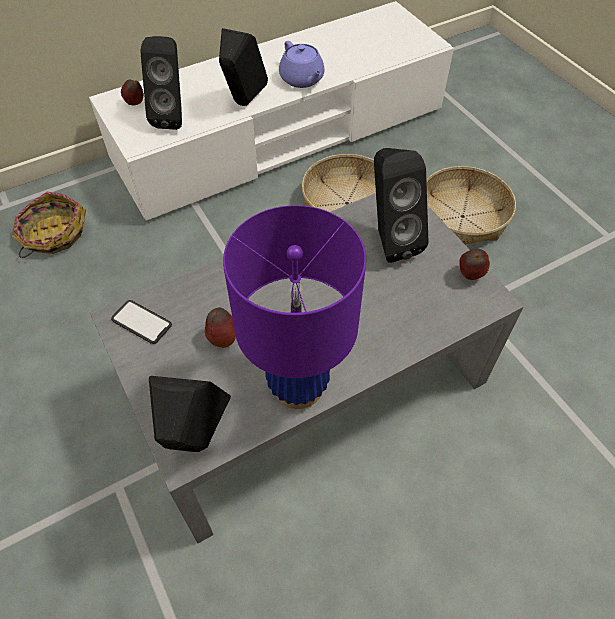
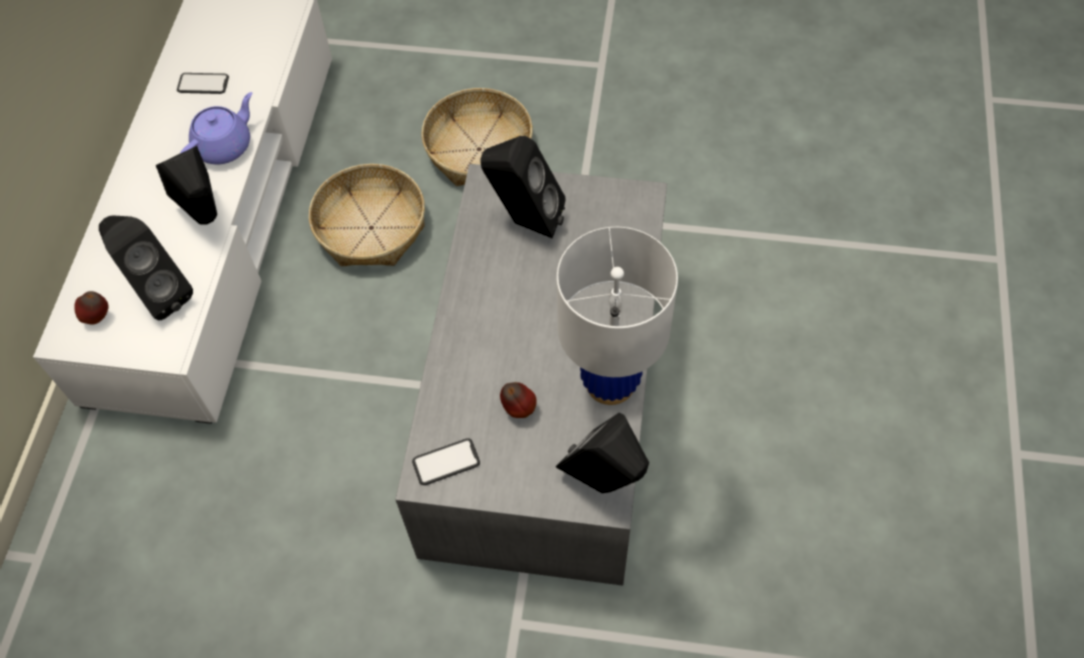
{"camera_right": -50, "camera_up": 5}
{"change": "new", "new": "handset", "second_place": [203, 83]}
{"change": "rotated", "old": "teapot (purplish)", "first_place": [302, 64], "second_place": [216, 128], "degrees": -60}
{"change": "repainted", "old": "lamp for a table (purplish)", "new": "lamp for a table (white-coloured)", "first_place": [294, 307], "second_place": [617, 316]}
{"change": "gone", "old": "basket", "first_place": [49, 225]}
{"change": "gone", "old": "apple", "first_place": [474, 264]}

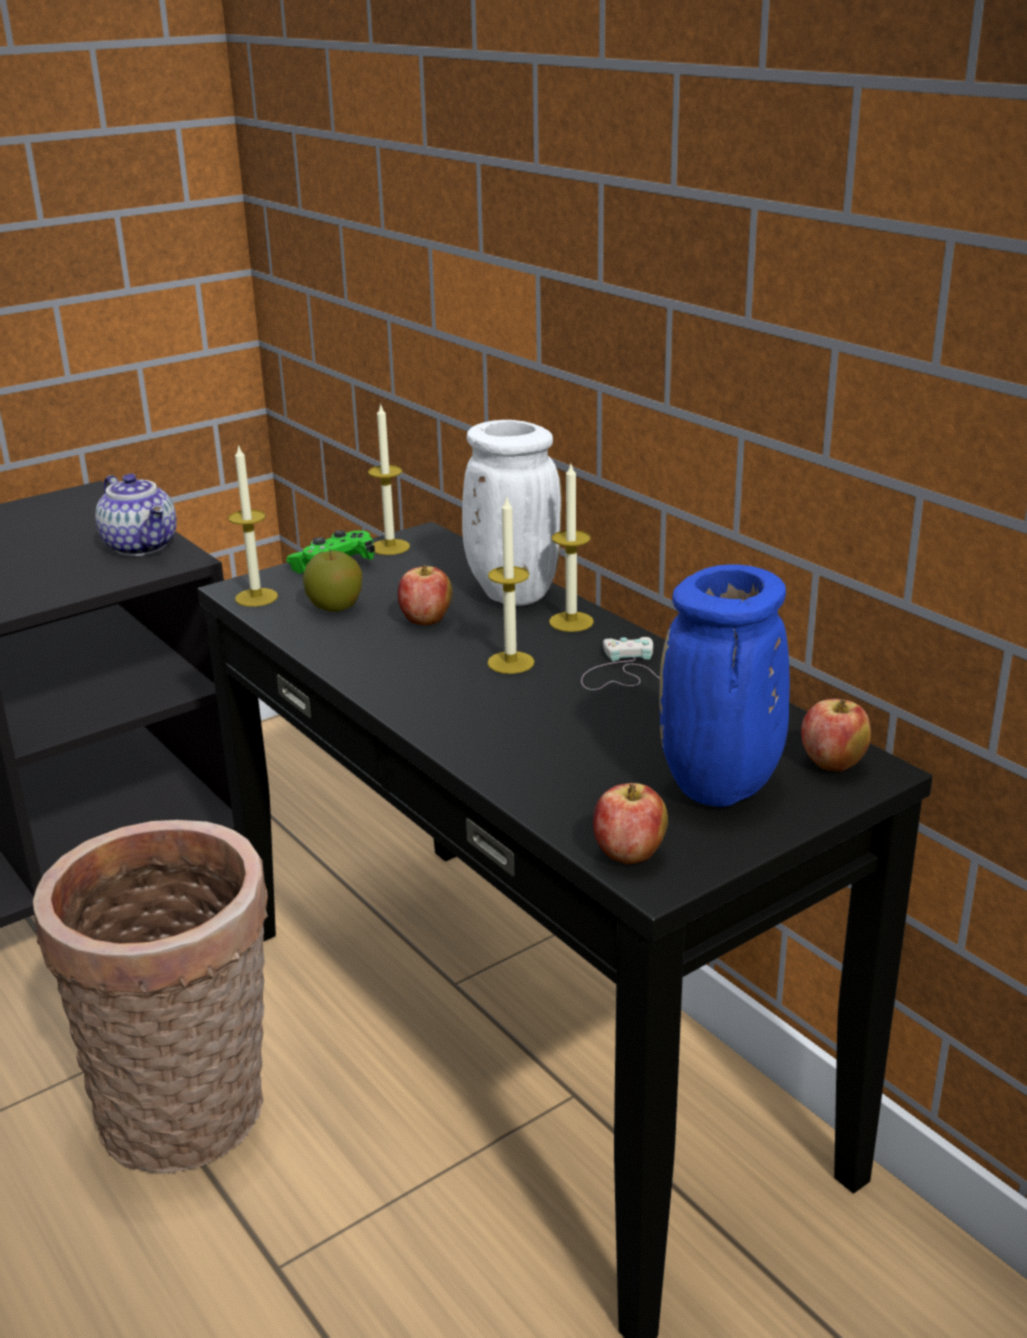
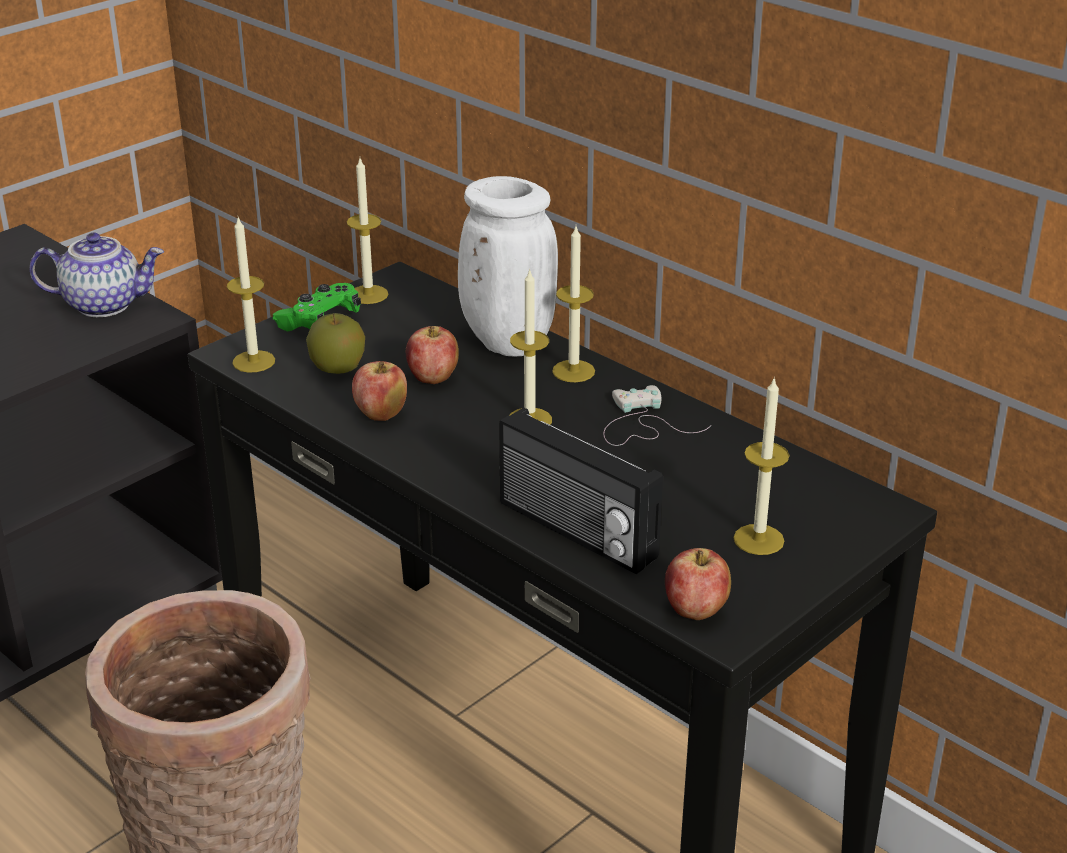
{"camera_right": -10, "camera_up": 5}
{"change": "rotated", "old": "teapot", "first_place": [136, 515], "second_place": [96, 275], "degrees": -45}
{"change": "shifted", "old": "apple", "first_place": [836, 735], "second_place": [379, 391]}
{"change": "new", "new": "radio set", "second_place": [581, 491]}
{"change": "swapped", "old": "flower vase (blue-coloured)", "new": "candle", "first_place": [724, 685], "second_place": [761, 466]}

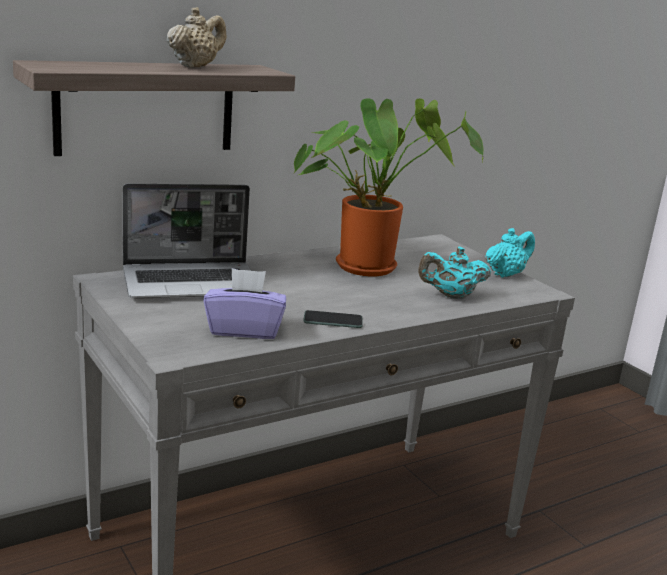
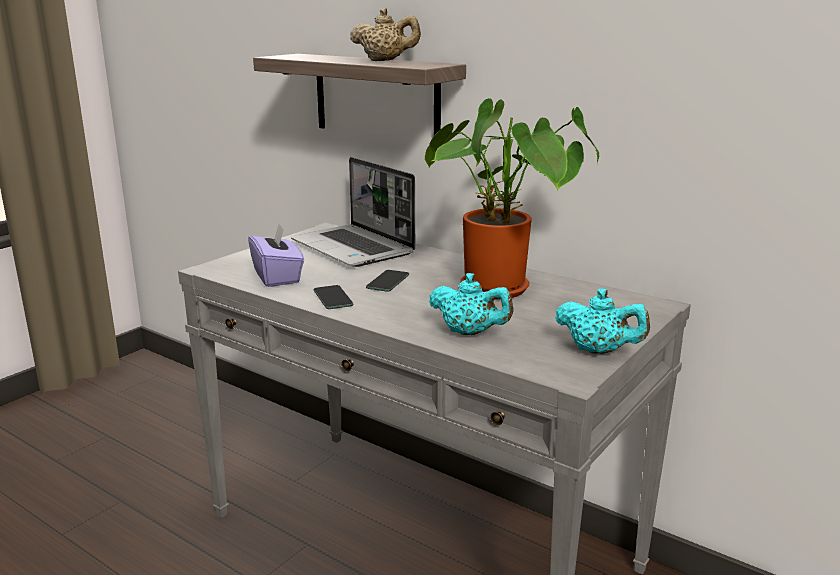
{"camera_right": 70, "camera_up": 0}
{"change": "new", "new": "handset", "second_place": [387, 281]}
{"change": "rotated", "old": "teapot (turquoise-coloured)", "first_place": [454, 273], "second_place": [471, 304], "degrees": 150}

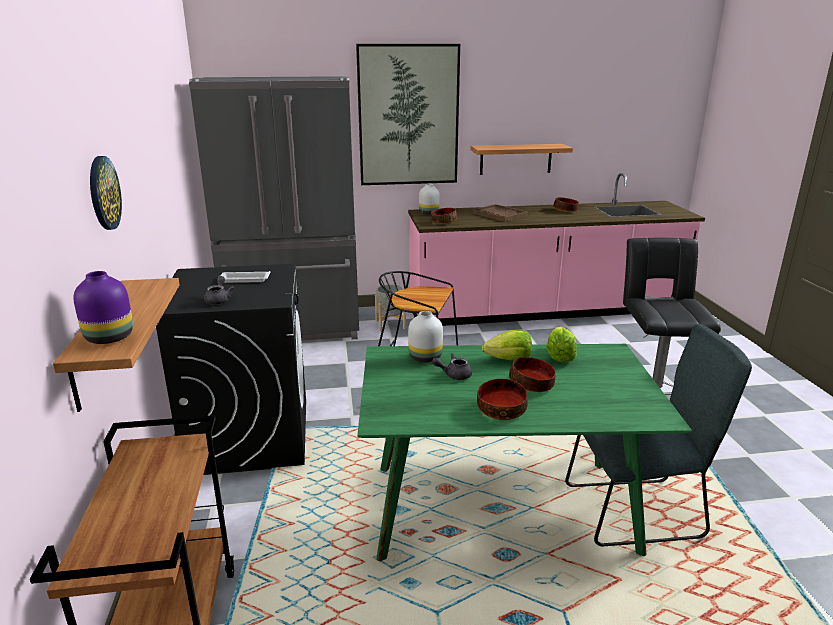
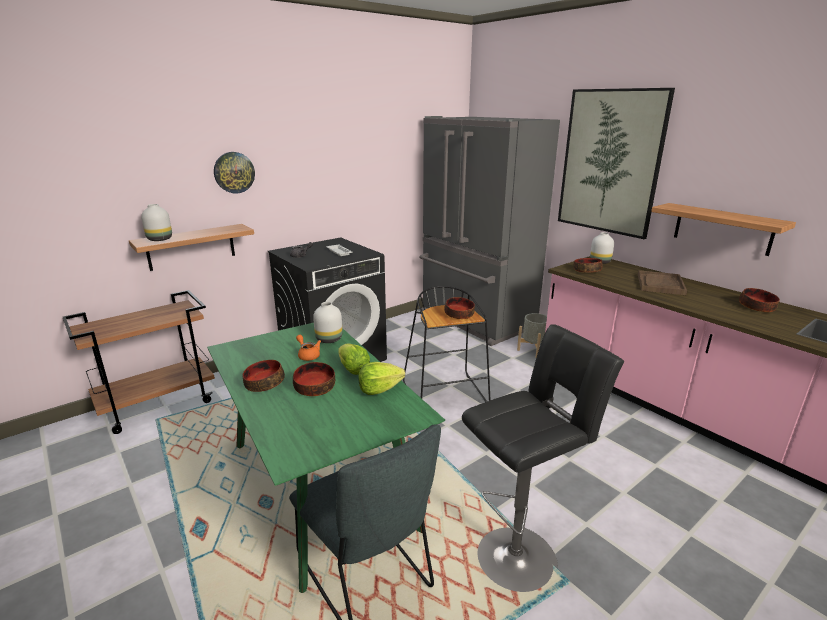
{"camera_right": 60, "camera_up": 0}
{"change": "repainted", "old": "flower vase (purplish)", "new": "flower vase (white-coloured)", "first_place": [103, 307], "second_place": [156, 222]}
{"change": "repainted", "old": "teapot (grey)", "new": "teapot (orange)", "first_place": [452, 366], "second_place": [308, 348]}
{"change": "new", "new": "bowl", "second_place": [459, 308]}

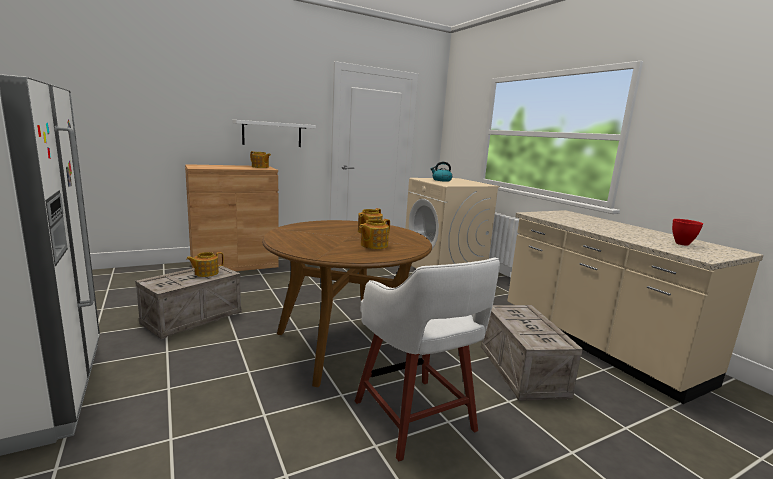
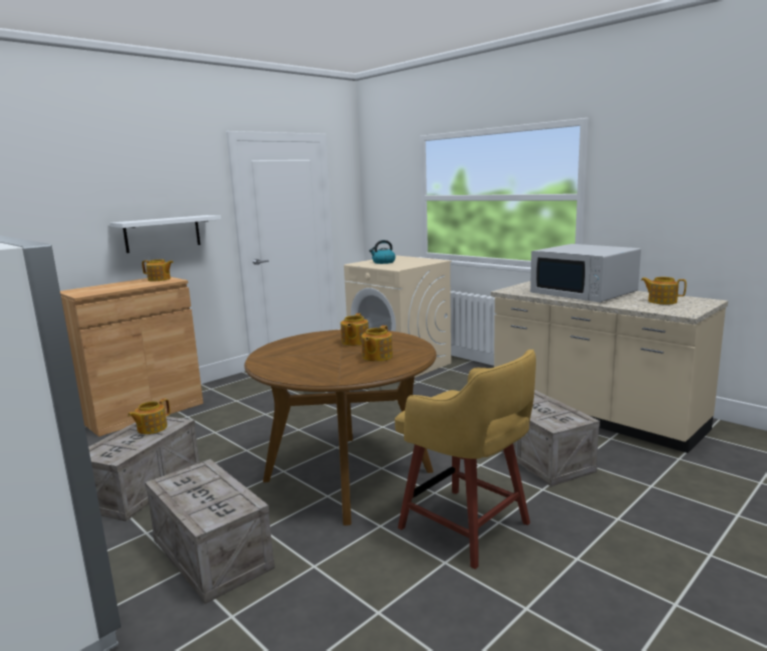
{"camera_right": -15, "camera_up": 0}
{"change": "new", "new": "crate", "second_place": [210, 531]}
{"change": "repainted", "old": "stool (white-coloured)", "new": "stool (yellowish)", "first_place": [427, 359], "second_place": [465, 459]}
{"change": "new", "new": "kitchen microwave (white-coloured)", "second_place": [585, 273]}
{"change": "swapped", "old": "bowl (reddish)", "new": "teapot", "first_place": [687, 232], "second_place": [663, 290]}

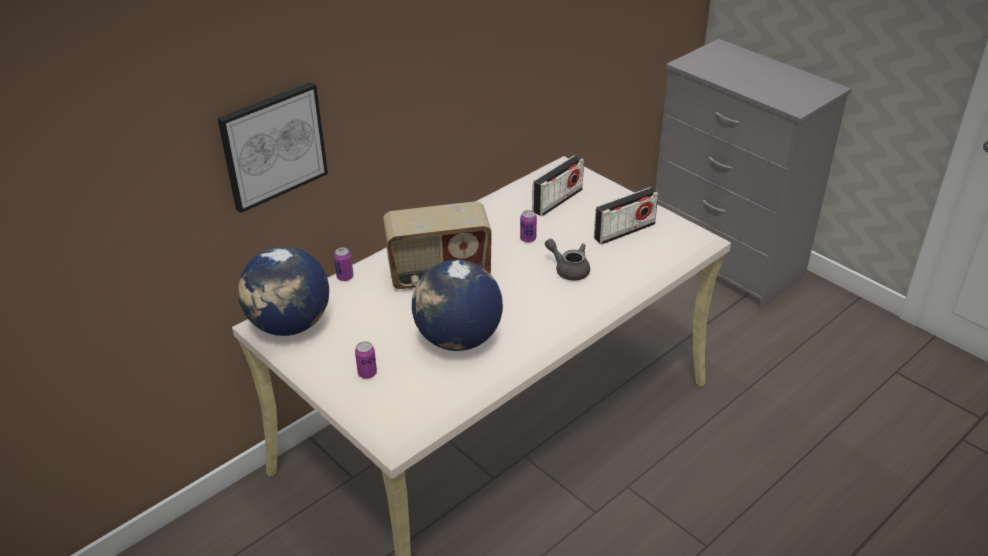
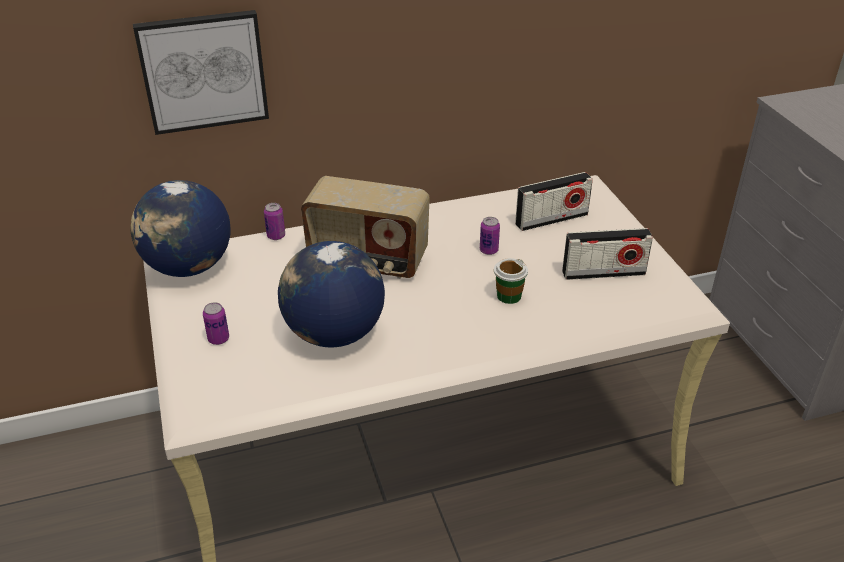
{"camera_right": 25, "camera_up": 0}
{"change": "swapped", "old": "teapot (grey)", "new": "cup", "first_place": [567, 260], "second_place": [511, 281]}

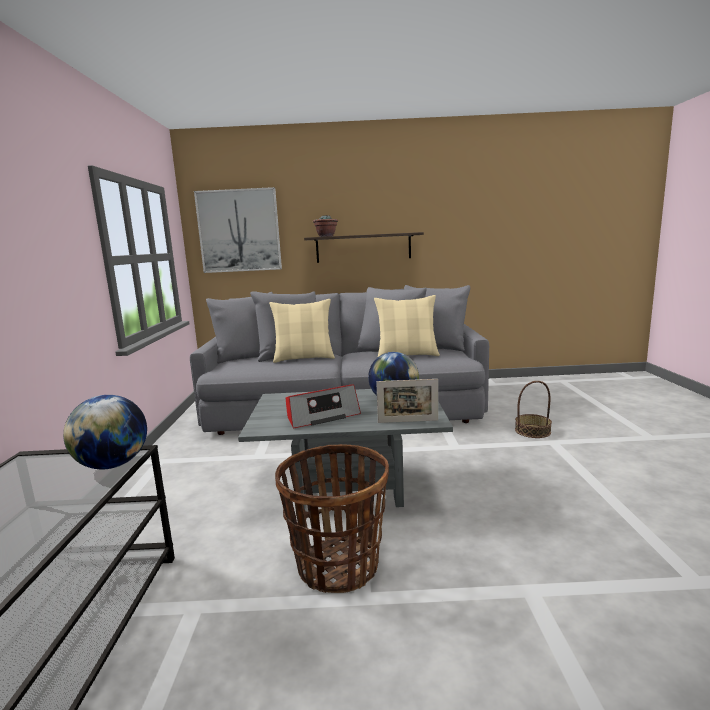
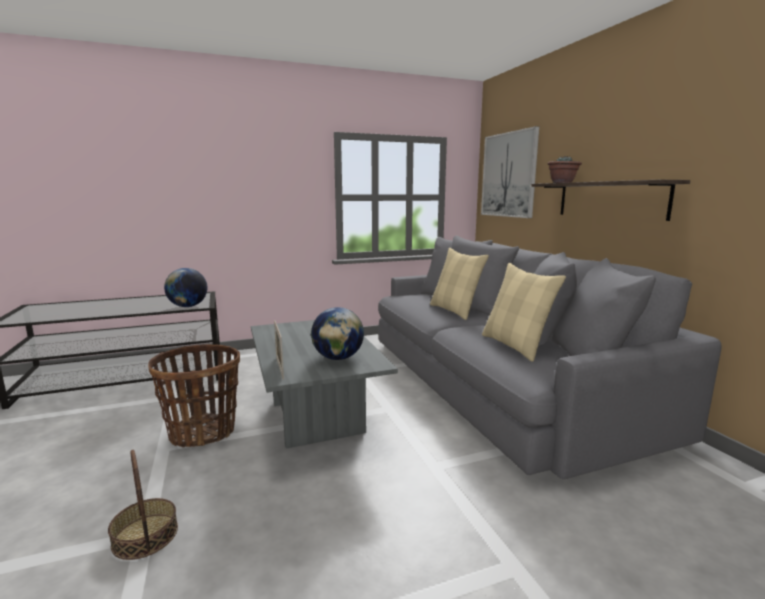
{"camera_right": 70, "camera_up": 0}
{"change": "shifted", "old": "basket", "first_place": [533, 409], "second_place": [143, 505]}
{"change": "gone", "old": "radio set", "first_place": [323, 406]}

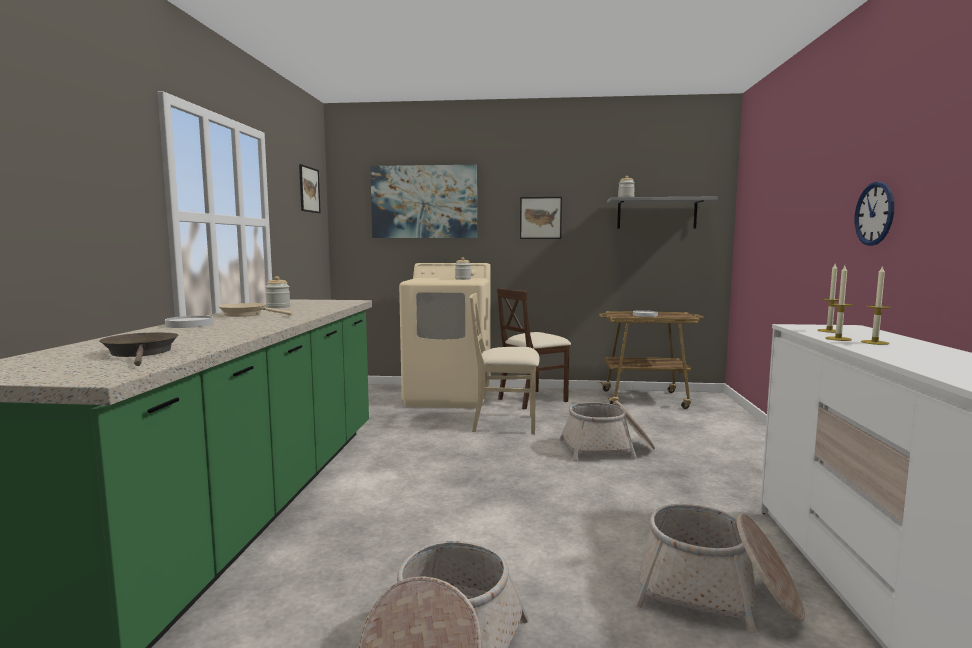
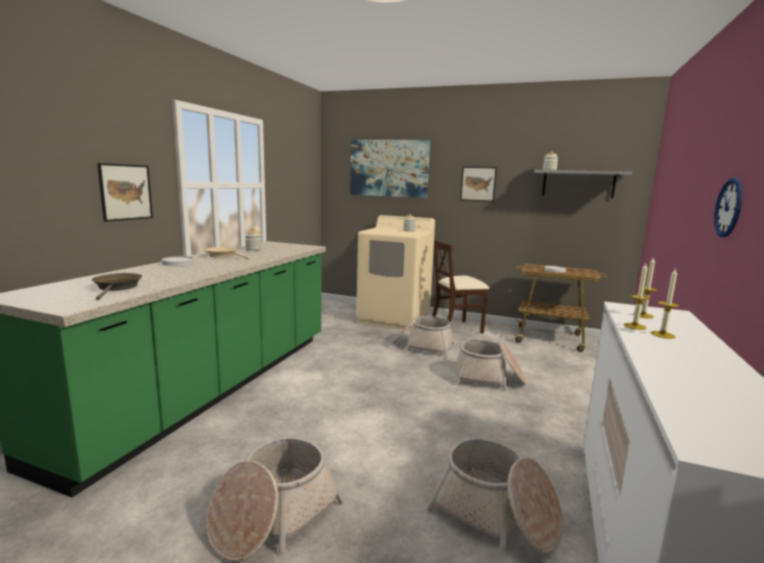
{"camera_right": 15, "camera_up": 5}
{"change": "shifted", "old": "picture", "first_place": [310, 188], "second_place": [125, 192]}
{"change": "swapped", "old": "plain chair (beige)", "new": "basket", "first_place": [504, 364], "second_place": [423, 336]}

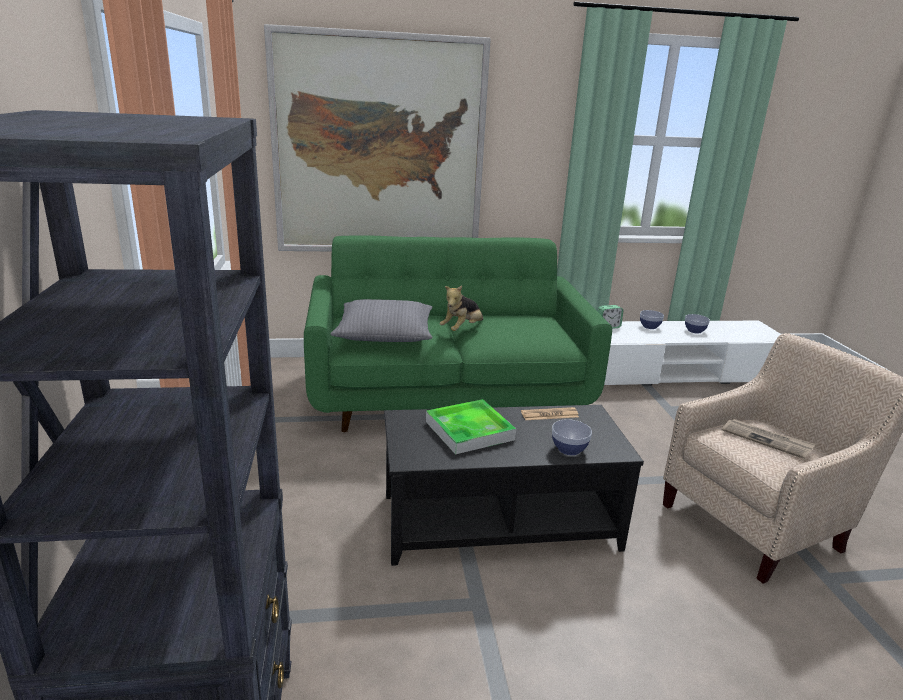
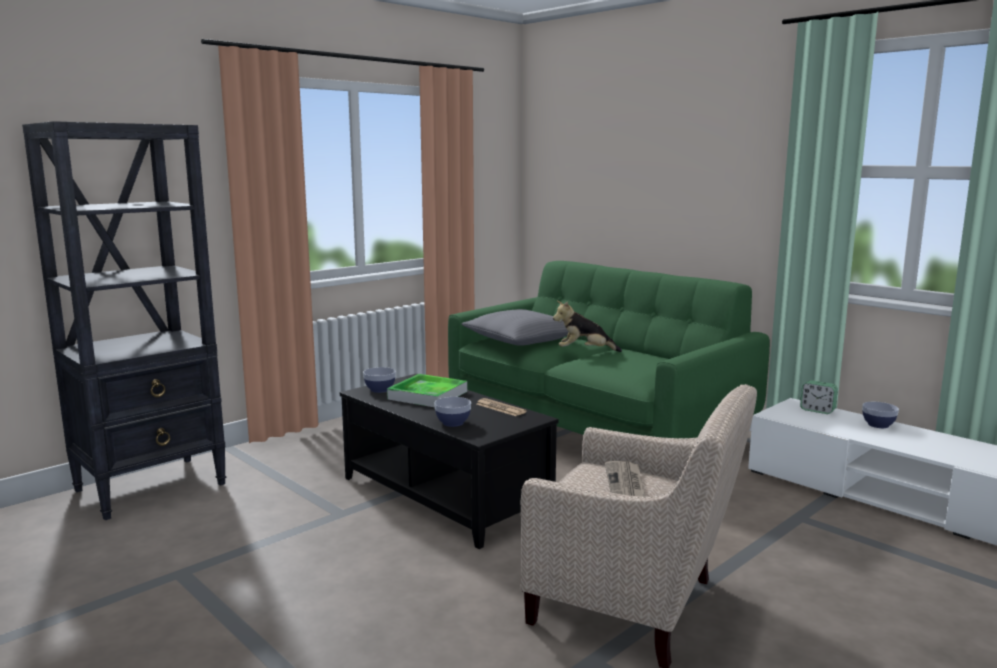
{"camera_right": 55, "camera_up": -10}
{"change": "shifted", "old": "bowl", "first_place": [697, 324], "second_place": [379, 380]}
{"change": "gone", "old": "picture", "first_place": [377, 137]}

